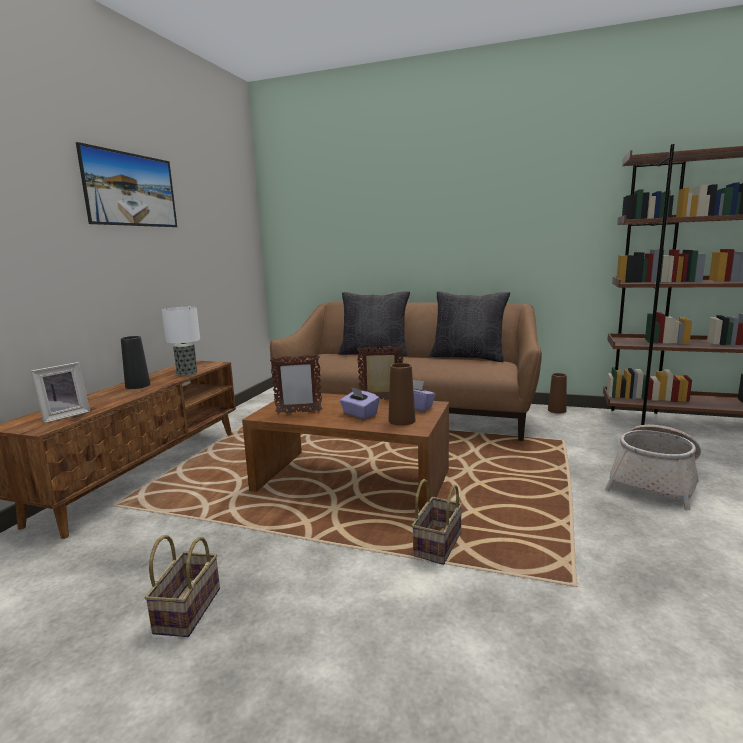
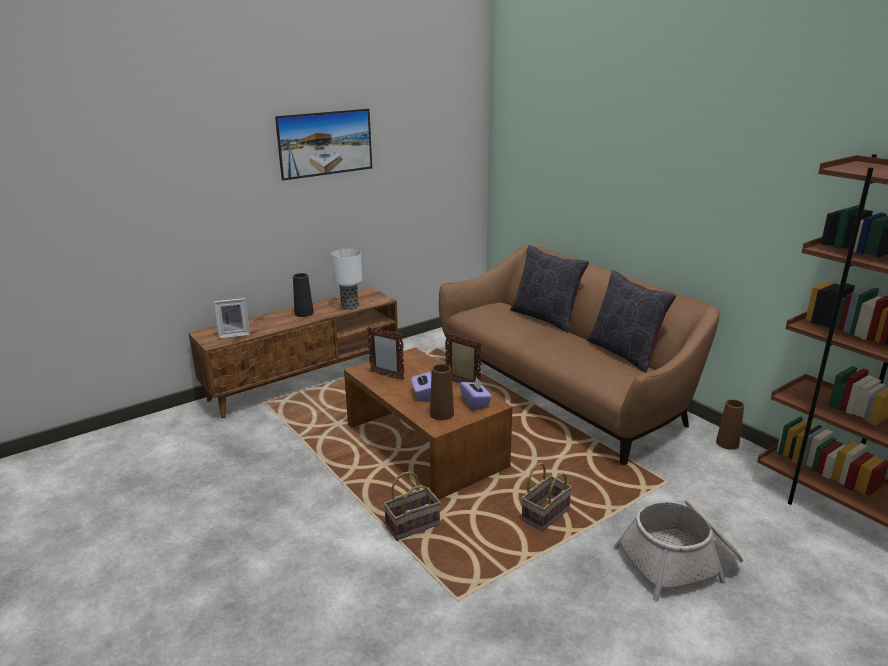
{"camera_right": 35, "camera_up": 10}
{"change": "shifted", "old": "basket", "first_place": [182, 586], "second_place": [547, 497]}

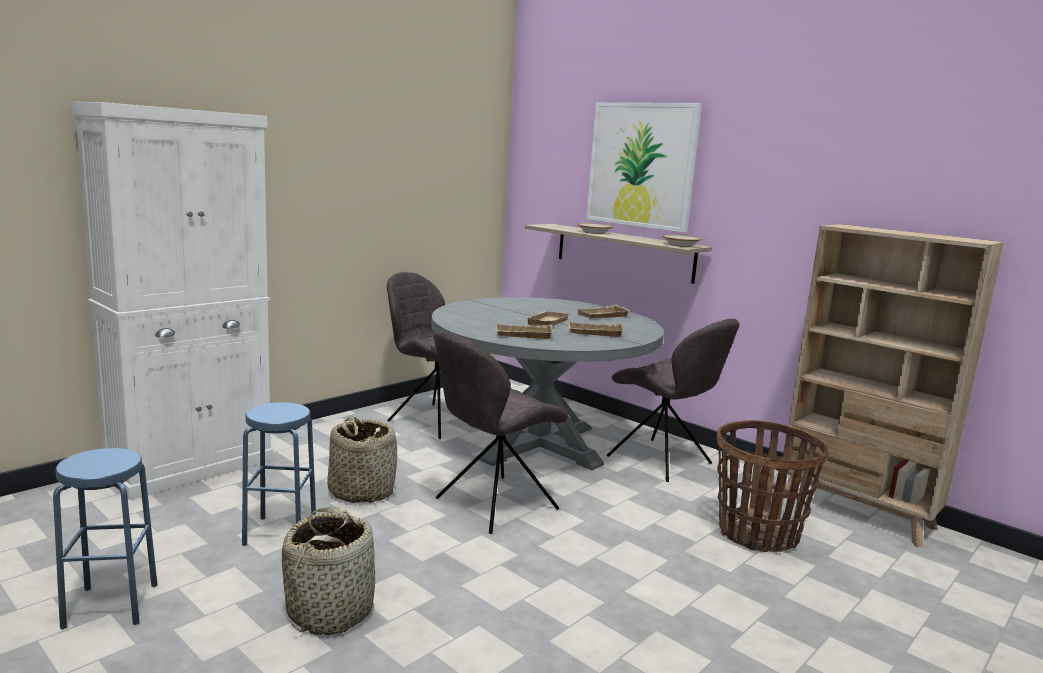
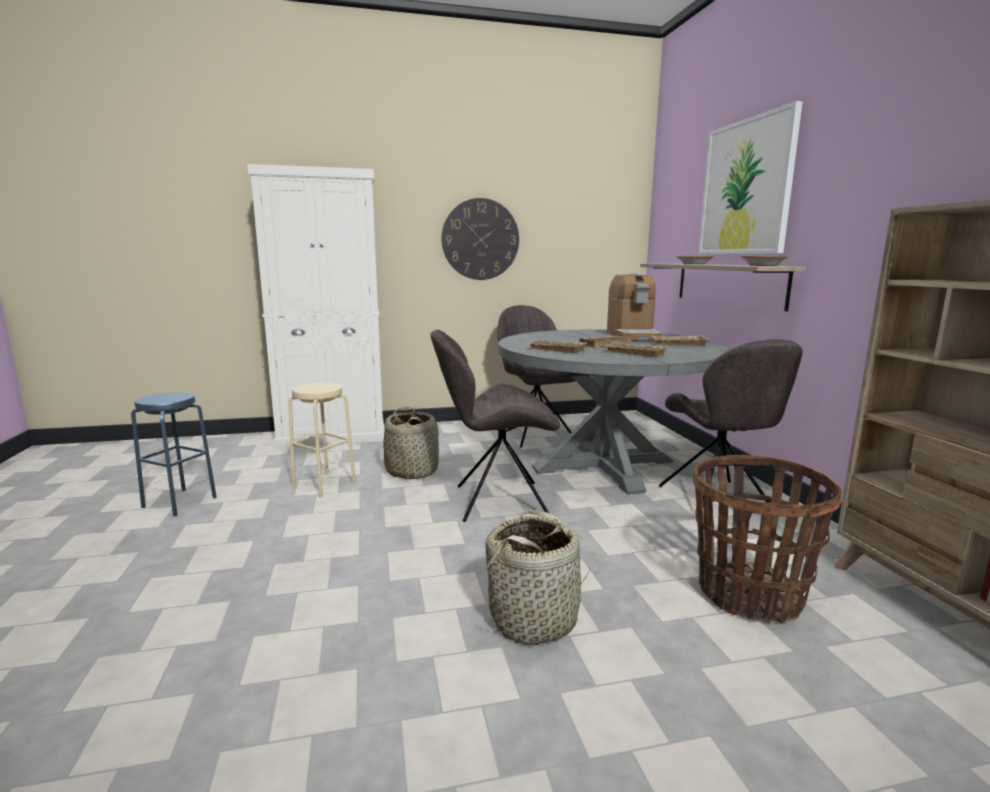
{"camera_right": 35, "camera_up": 0}
{"change": "repainted", "old": "stool (blue-coloured)", "new": "stool (beige)", "first_place": [279, 474], "second_place": [322, 440]}
{"change": "new", "new": "wall clock", "second_place": [480, 239]}
{"change": "shifted", "old": "basket", "first_place": [328, 571], "second_place": [538, 577]}
{"change": "new", "new": "coffee maker", "second_place": [634, 307]}

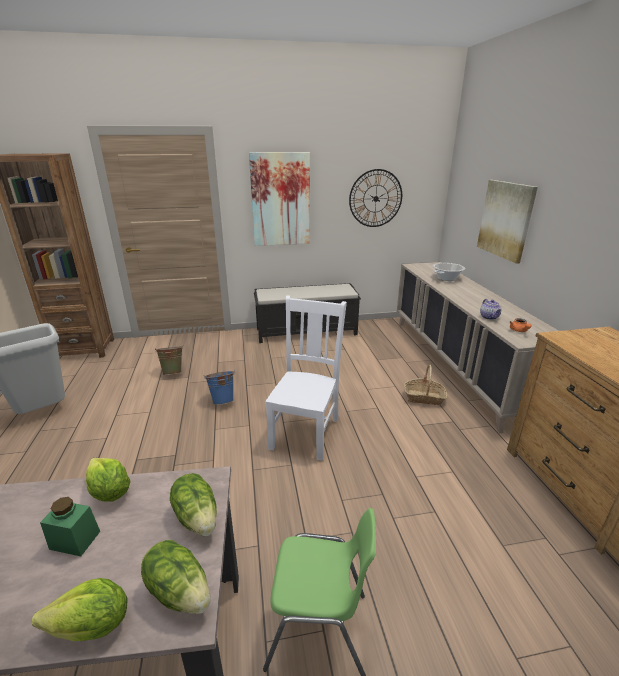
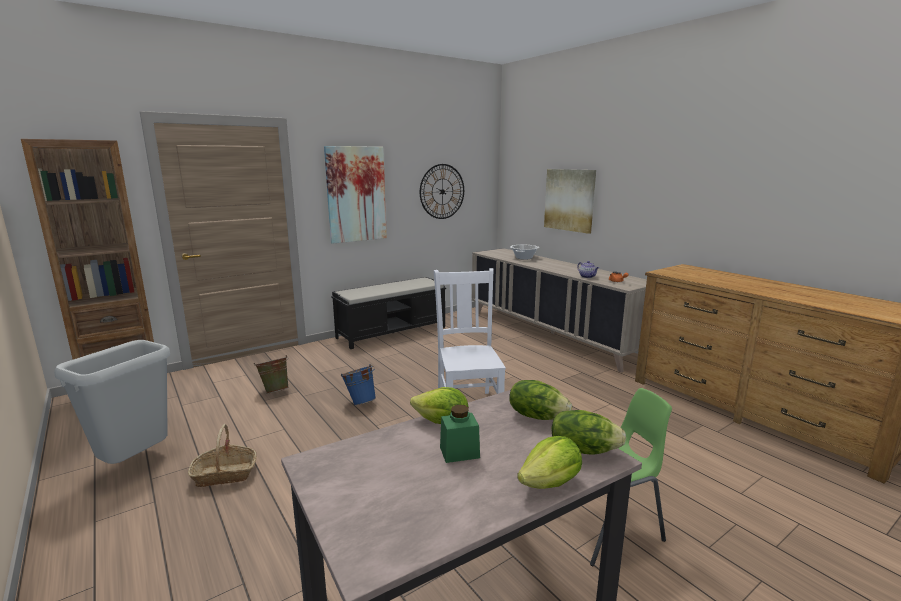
{"camera_right": -25, "camera_up": -10}
{"change": "shifted", "old": "basket", "first_place": [425, 385], "second_place": [222, 455]}

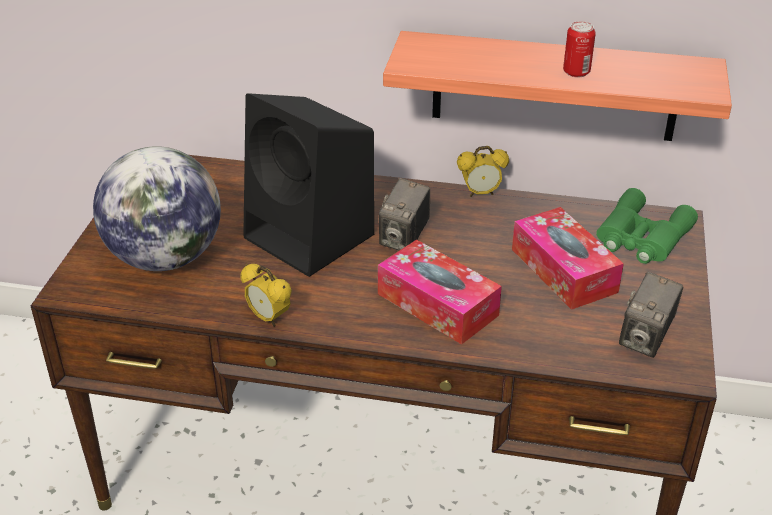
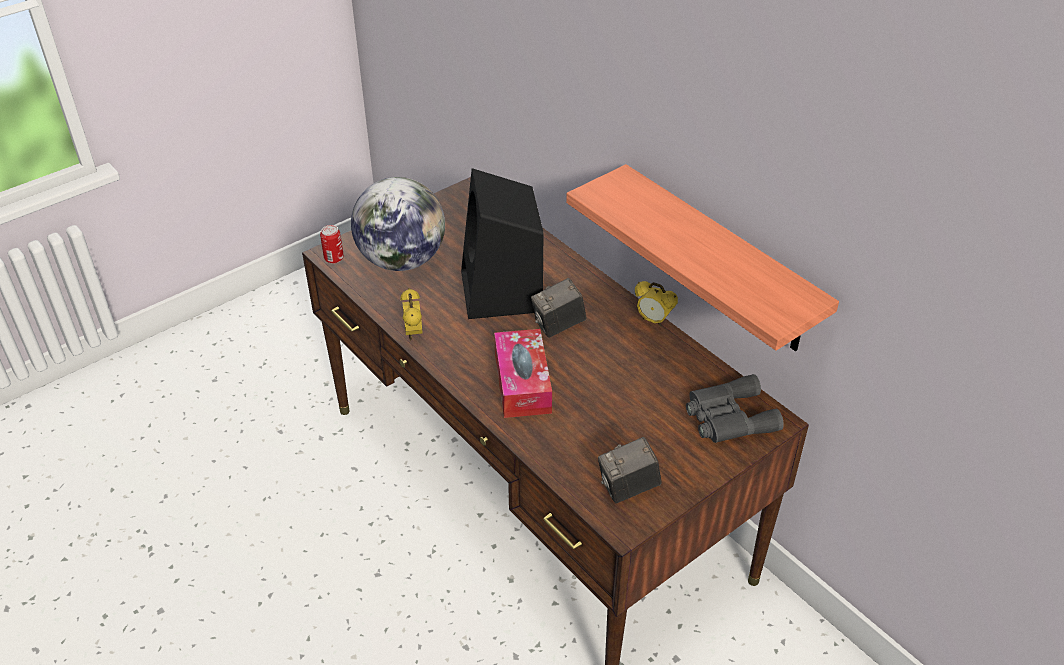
{"camera_right": 40, "camera_up": 5}
{"change": "shifted", "old": "sealed can", "first_place": [579, 49], "second_place": [332, 244]}
{"change": "repainted", "old": "binoculars (green-coloured)", "new": "binoculars (grey)", "first_place": [647, 226], "second_place": [735, 408]}
{"change": "gone", "old": "tissue holder", "first_place": [568, 258]}

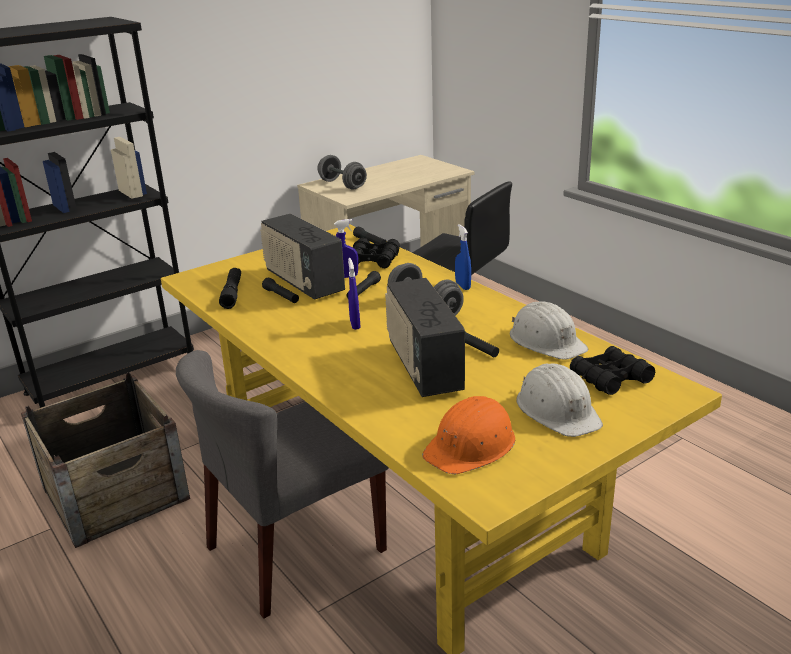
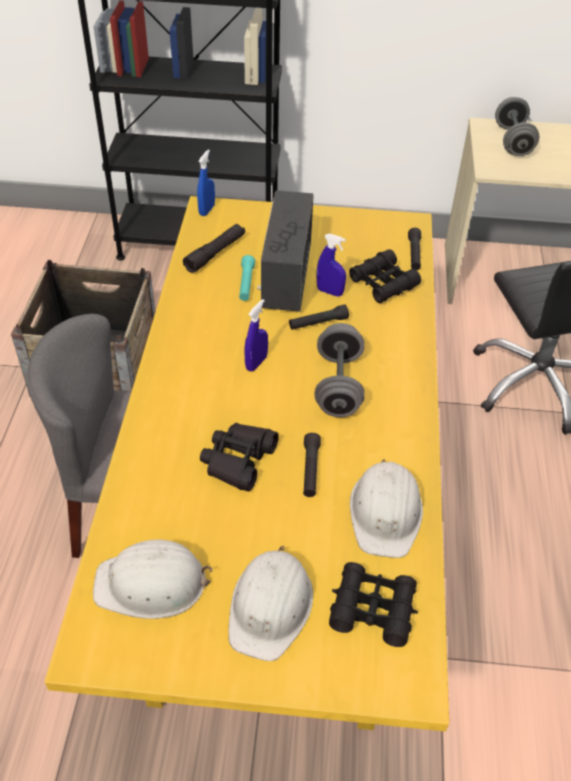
{"camera_right": 40, "camera_up": 20}
{"change": "repainted", "old": "hard hat (orange)", "new": "hard hat (white-coloured)", "first_place": [468, 435], "second_place": [152, 579]}
{"change": "shifted", "old": "hand sprayer (blue-coloured)", "first_place": [463, 257], "second_place": [206, 183]}
{"change": "swapped", "old": "radio set", "new": "binoculars (black-coloured)", "first_place": [425, 337], "second_place": [239, 457]}
{"change": "repainted", "old": "torch (black-coloured)", "new": "torch (turquoise-coloured)", "first_place": [280, 290], "second_place": [247, 278]}

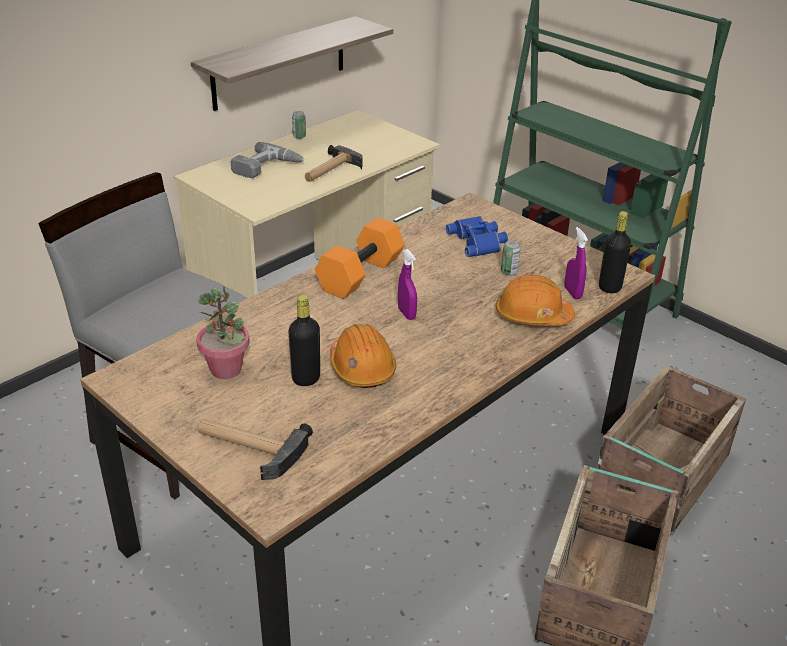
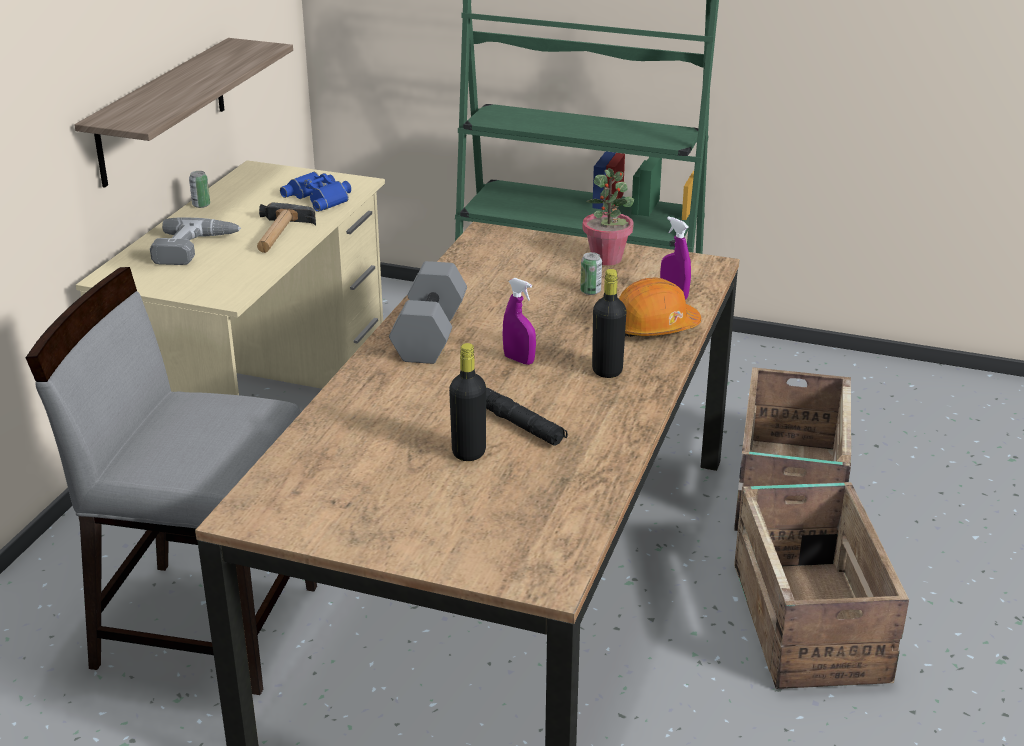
{"camera_right": -25, "camera_up": -5}
{"change": "shifted", "old": "binoculars (blue-coloured)", "first_place": [477, 236], "second_place": [315, 192]}
{"change": "repainted", "old": "hand weight (orange)", "new": "hand weight (grey)", "first_place": [360, 258], "second_place": [428, 312]}
{"change": "swapped", "old": "hard hat (orange)", "new": "torch (black-coloured)", "first_place": [363, 356], "second_place": [527, 416]}
{"change": "shifted", "old": "plant in a pot", "first_place": [223, 332], "second_place": [608, 217]}
{"change": "shifted", "old": "bottle (black-coloured)", "first_place": [615, 252], "second_place": [609, 323]}
{"change": "gone", "old": "tool hammer", "first_place": [255, 449]}

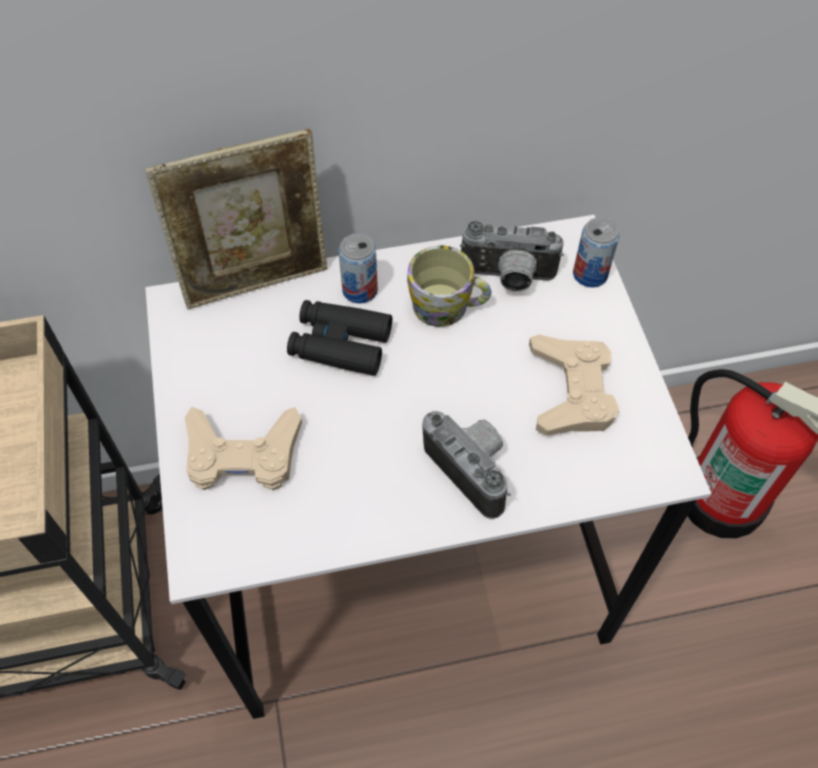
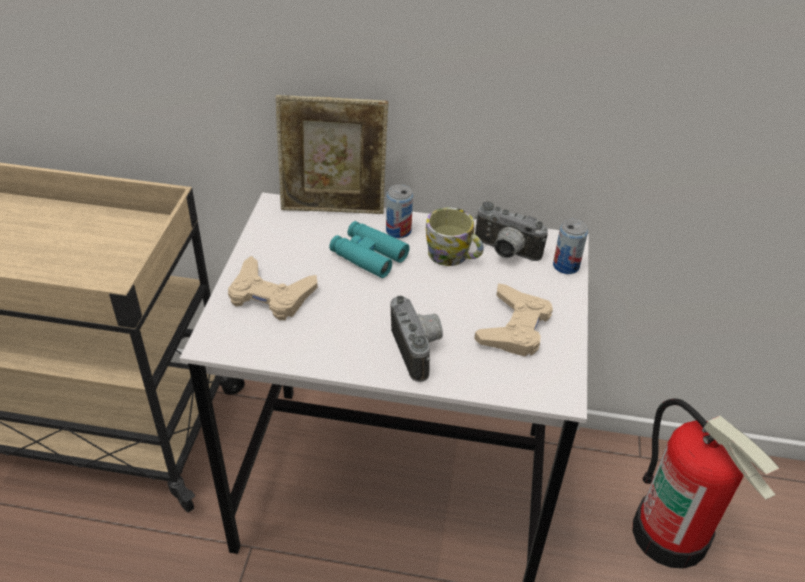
{"camera_right": 20, "camera_up": -15}
{"change": "repainted", "old": "binoculars (black-coloured)", "new": "binoculars (turquoise-coloured)", "first_place": [339, 338], "second_place": [369, 249]}

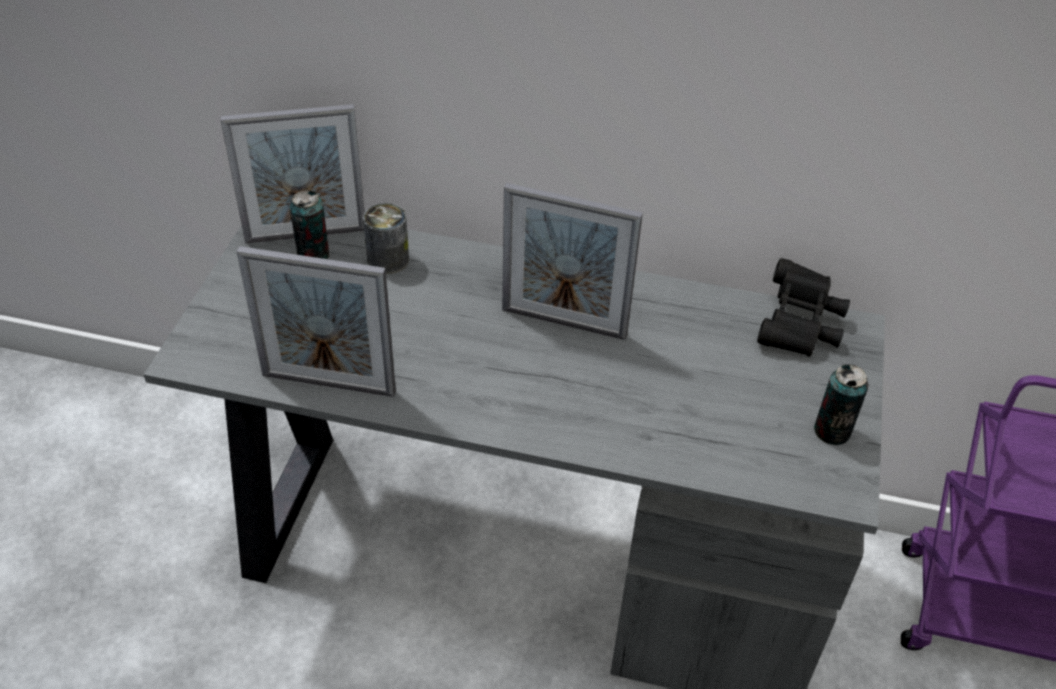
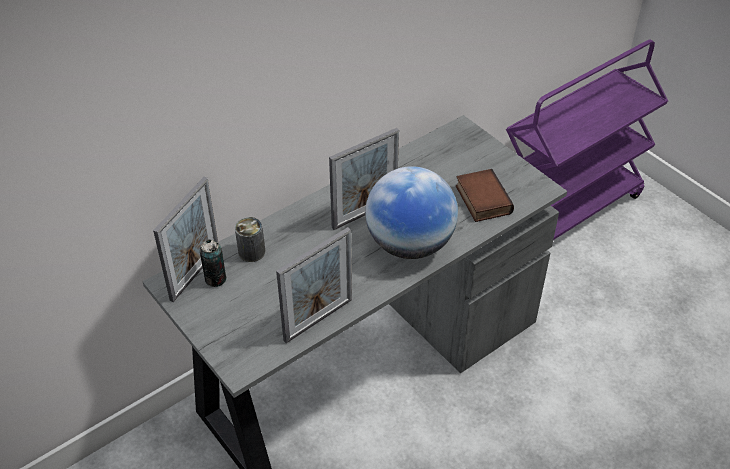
{"camera_right": -50, "camera_up": 0}
{"change": "new", "new": "globe", "second_place": [411, 212]}
{"change": "new", "new": "bound book", "second_place": [485, 195]}
{"change": "gone", "old": "binoculars (black-coloured)", "first_place": [803, 307]}
{"change": "gone", "old": "sealed can", "first_place": [841, 404]}

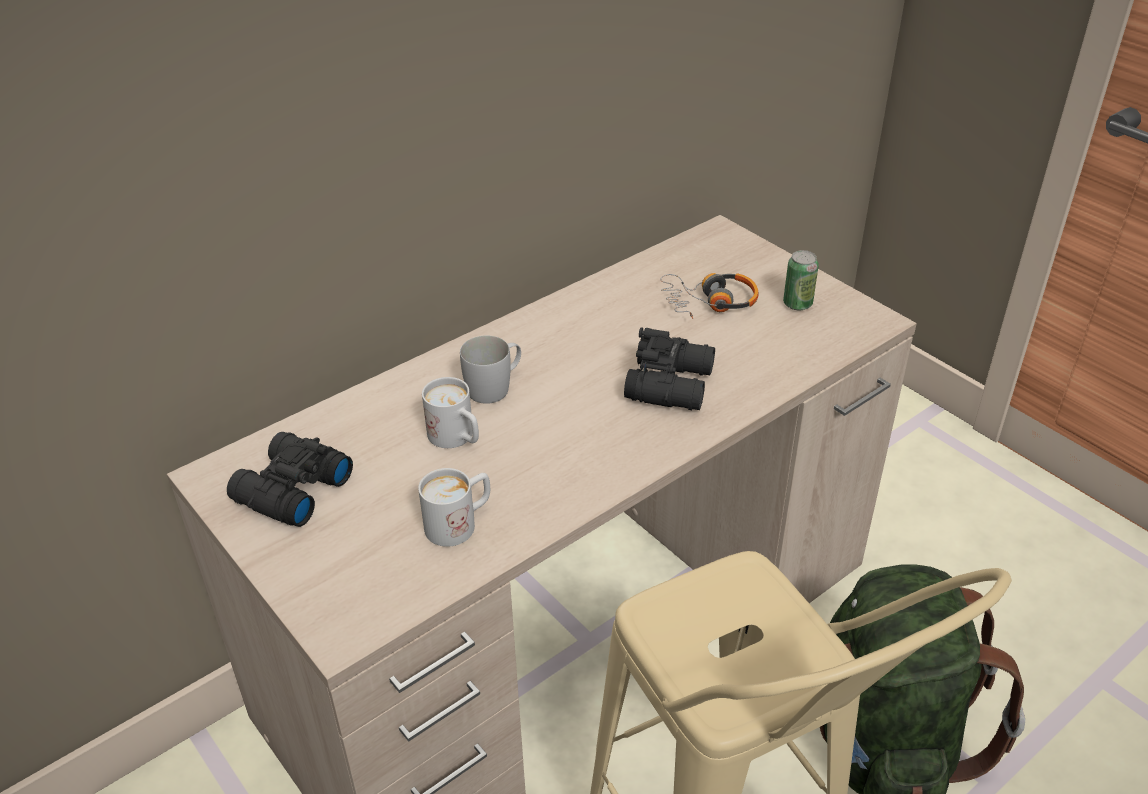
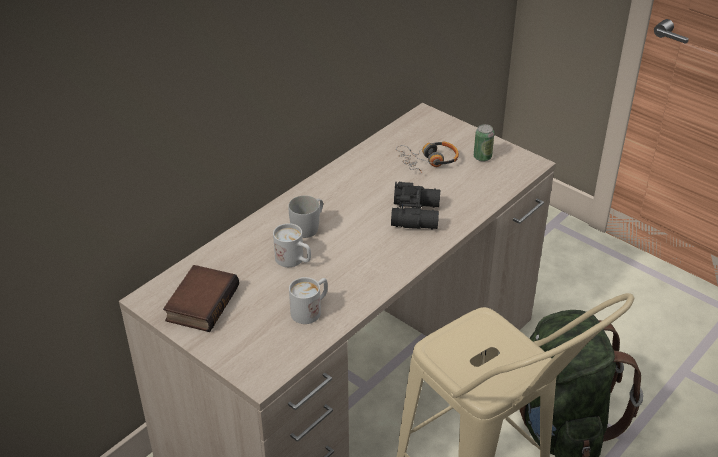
{"camera_right": -10, "camera_up": 0}
{"change": "swapped", "old": "binoculars (black-coloured)", "new": "bound book", "first_place": [290, 479], "second_place": [201, 298]}

